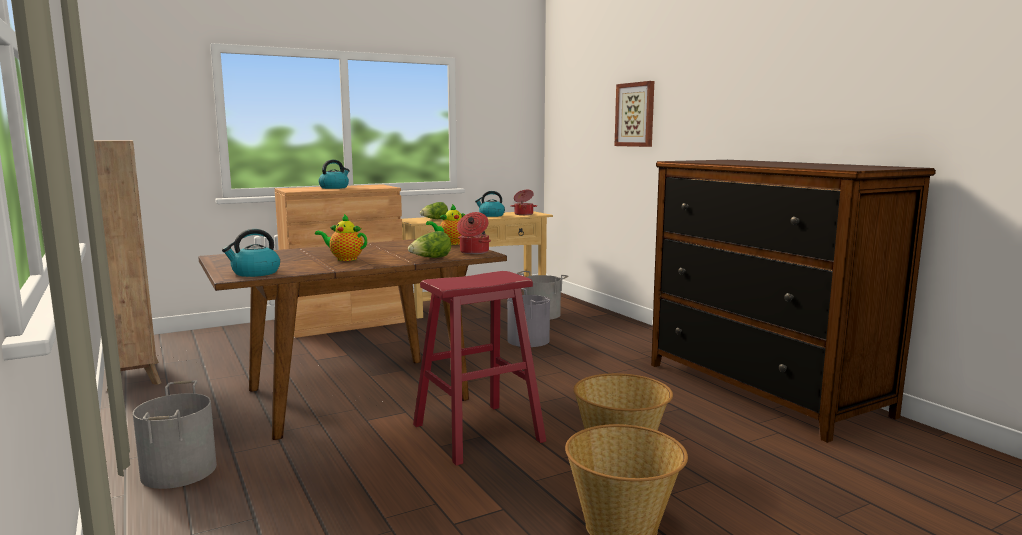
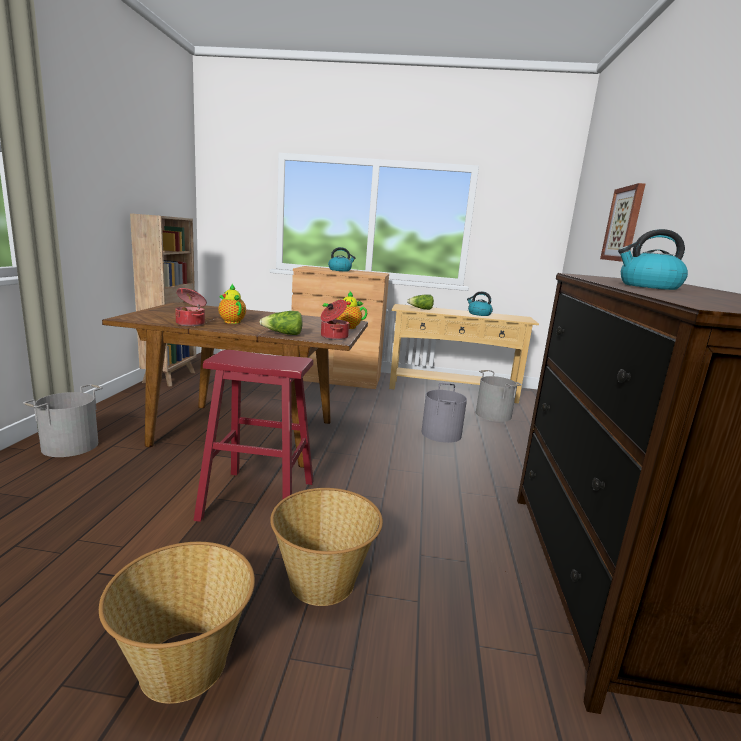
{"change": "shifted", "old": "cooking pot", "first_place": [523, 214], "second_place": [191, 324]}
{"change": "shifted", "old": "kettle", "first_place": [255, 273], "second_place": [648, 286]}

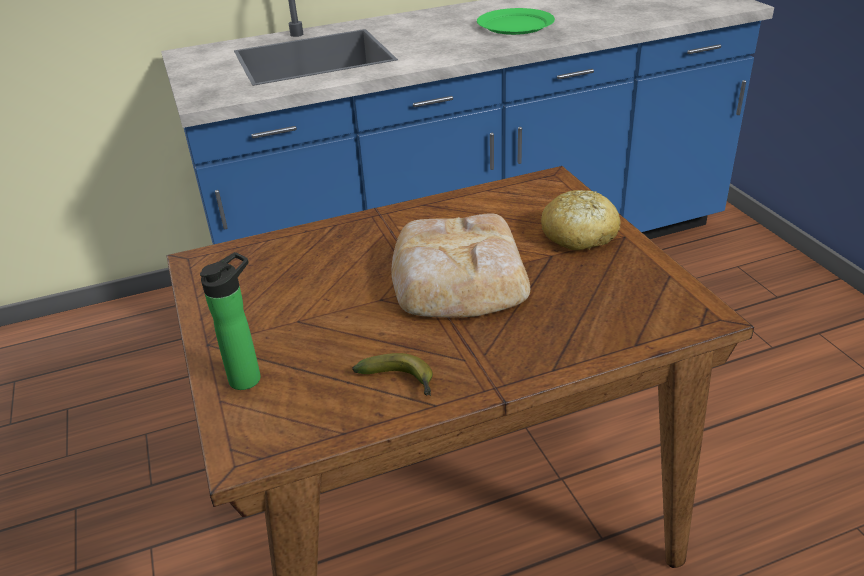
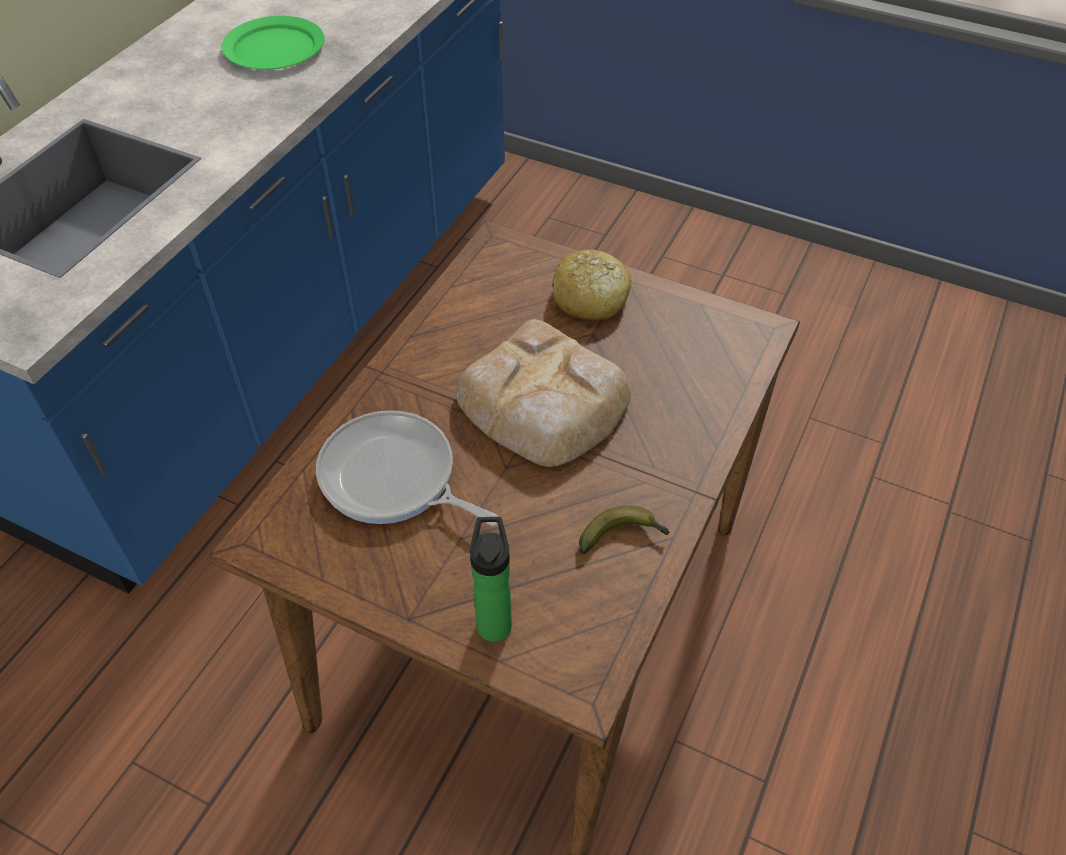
{"change": "new", "new": "frying pan", "second_place": [393, 479]}

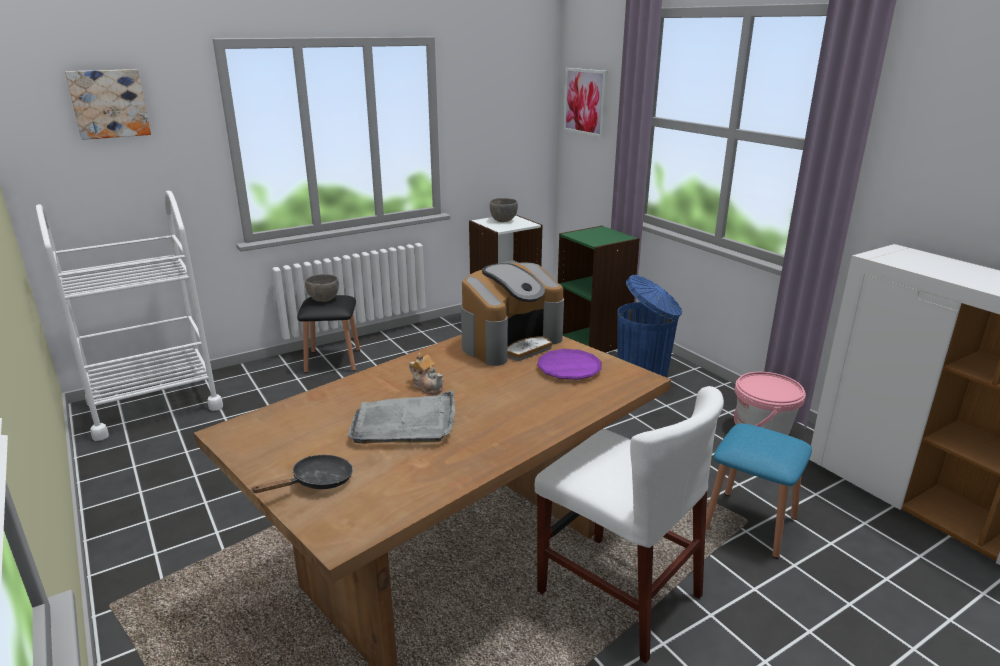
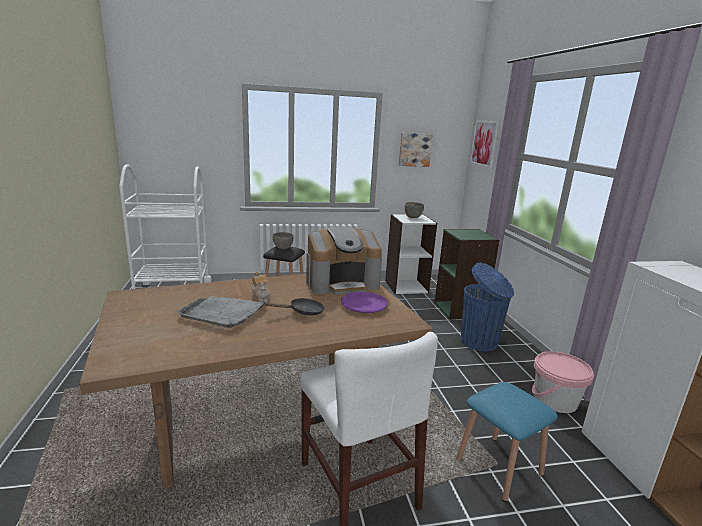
{"change": "shifted", "old": "picture", "first_place": [109, 103], "second_place": [414, 149]}
{"change": "shifted", "old": "frying pan in black", "first_place": [317, 482], "second_place": [303, 312]}

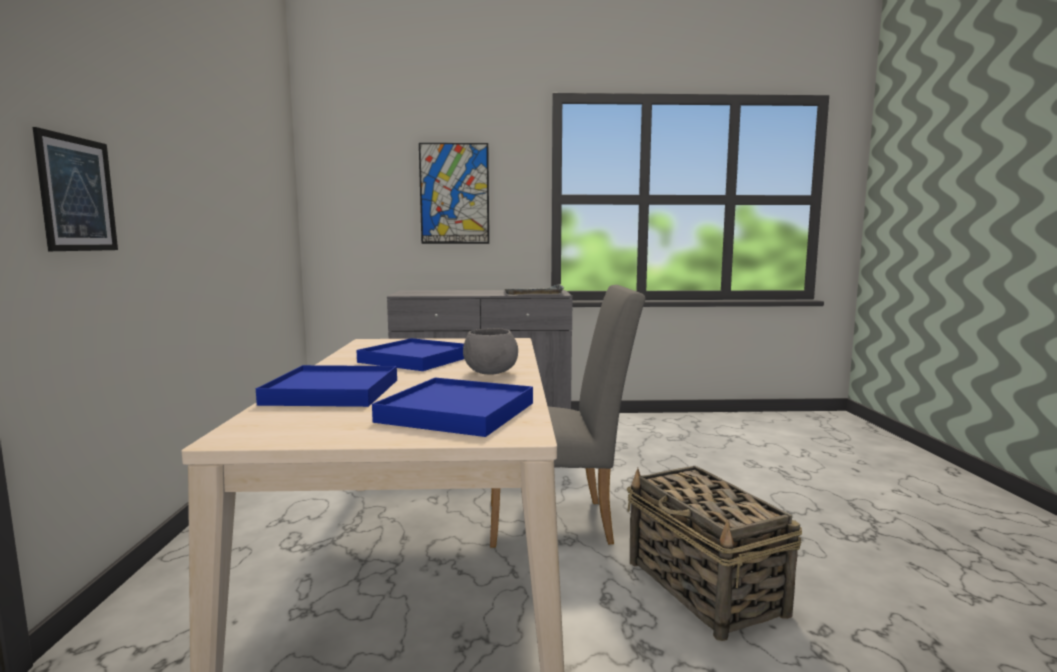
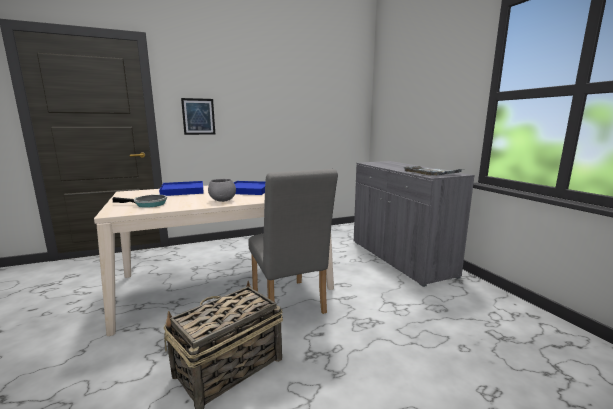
{"change": "gone", "old": "picture", "first_place": [454, 194]}
{"change": "swapped", "old": "tray in blue", "new": "frying pan", "first_place": [457, 412], "second_place": [148, 204]}

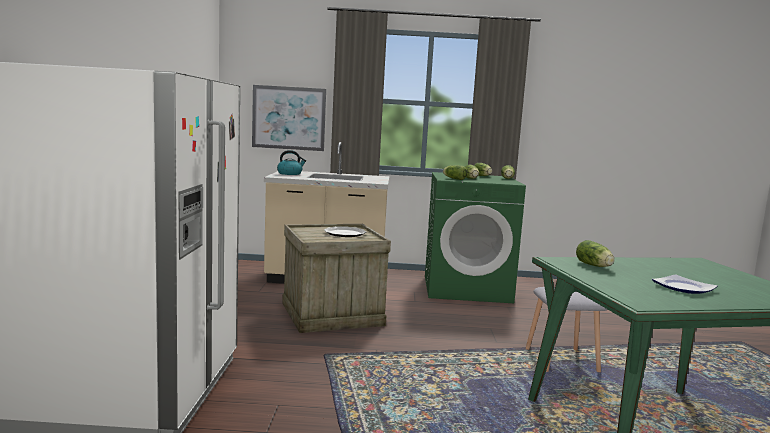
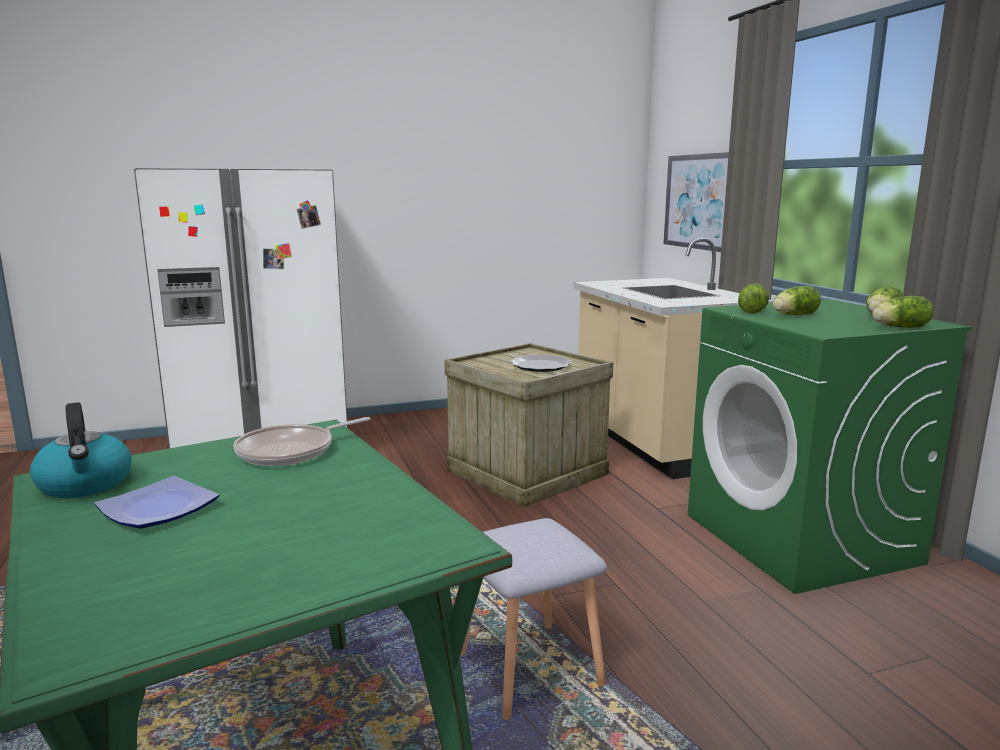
{"change": "shifted", "old": "kettle", "first_place": [290, 174], "second_place": [86, 485]}
{"change": "swapped", "old": "lettuce", "new": "frying pan", "first_place": [594, 266], "second_place": [291, 451]}

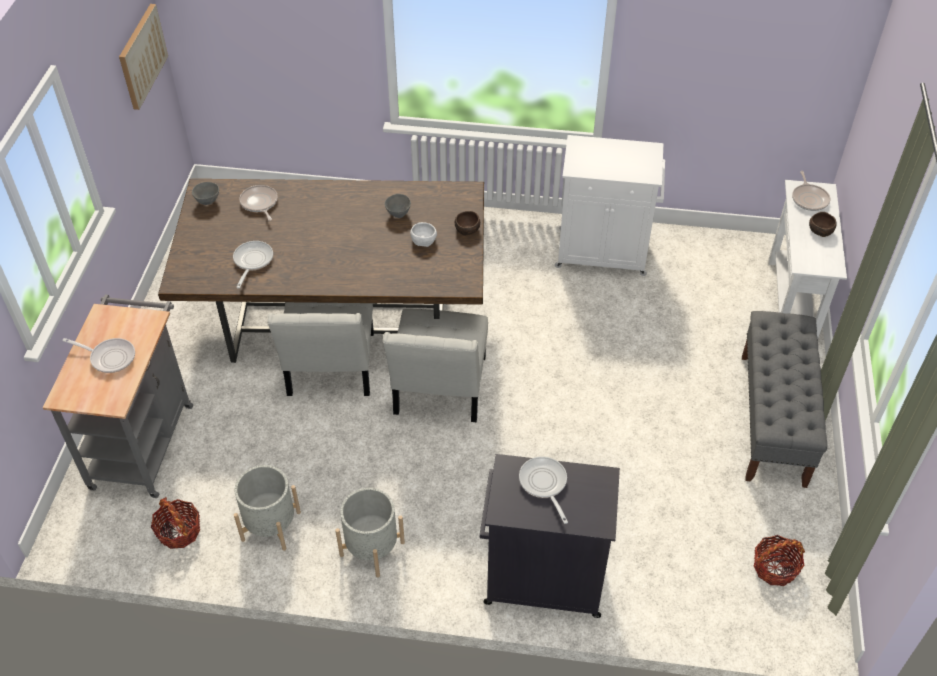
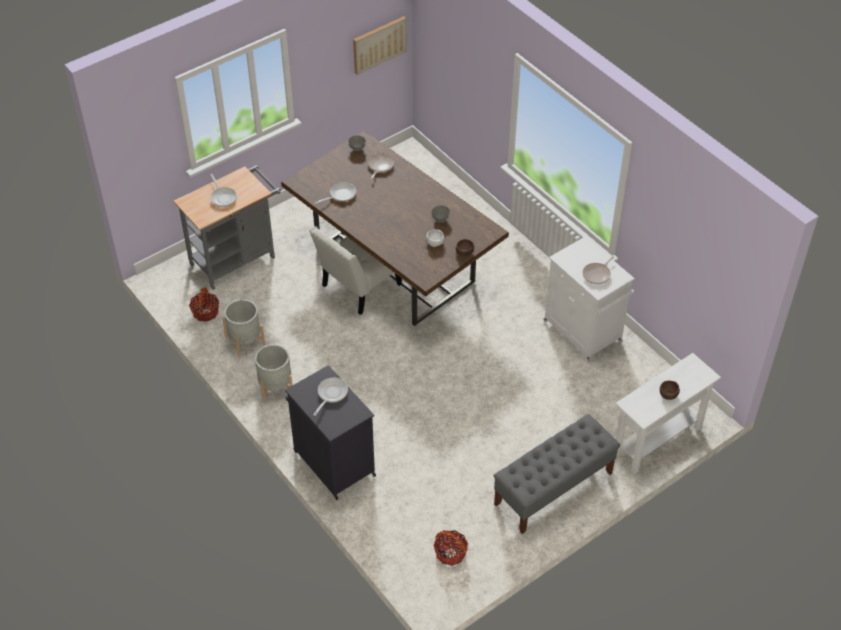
{"change": "shifted", "old": "frying pan", "first_place": [809, 199], "second_place": [597, 274]}
{"change": "gone", "old": "chair in white", "first_place": [439, 391]}

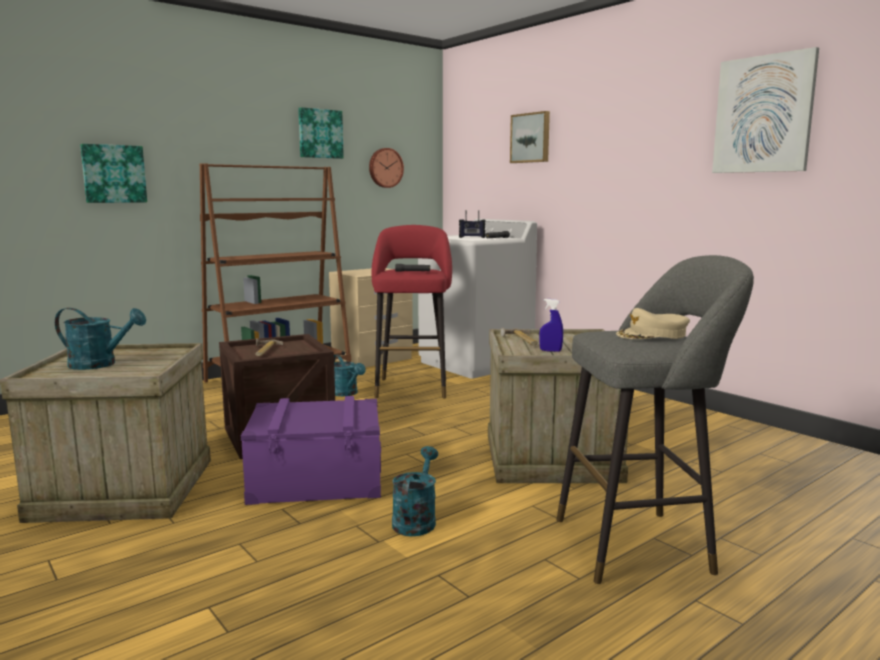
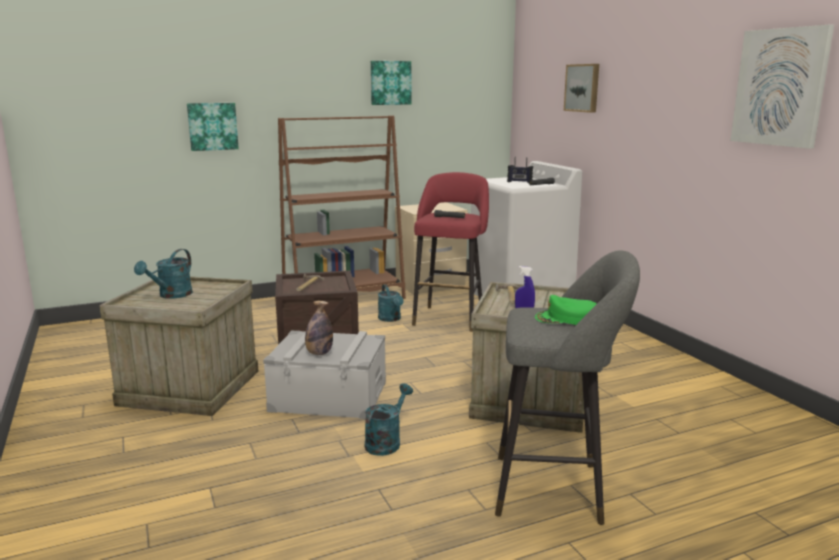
{"change": "gone", "old": "wall clock", "first_place": [385, 168]}
{"change": "rotated", "old": "watering can in turquoise", "first_place": [100, 364], "second_place": [171, 295], "degrees": 90}
{"change": "repainted", "old": "cap in beige", "new": "cap in green", "first_place": [652, 335], "second_place": [566, 318]}
{"change": "repainted", "old": "storage box in purple", "new": "storage box in grey", "first_place": [317, 478], "second_place": [329, 396]}
{"change": "new", "new": "bottle", "second_place": [319, 353]}

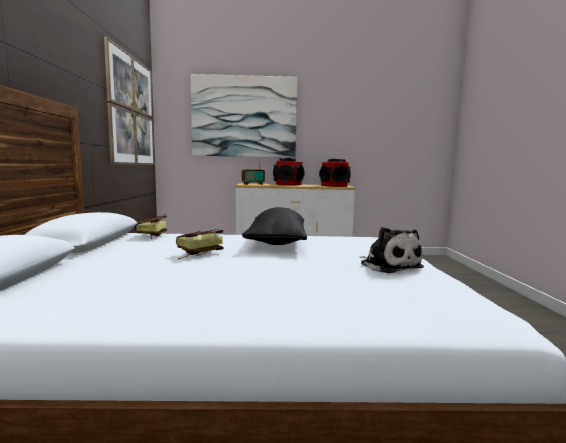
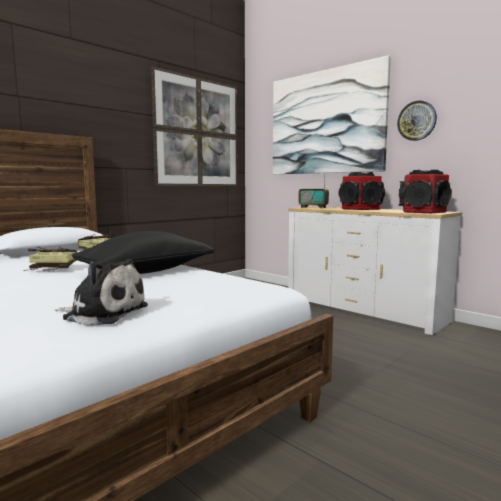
{"change": "rotated", "old": "plush toy", "first_place": [388, 266], "second_place": [103, 313], "degrees": -90}
{"change": "new", "new": "wall clock", "second_place": [417, 121]}

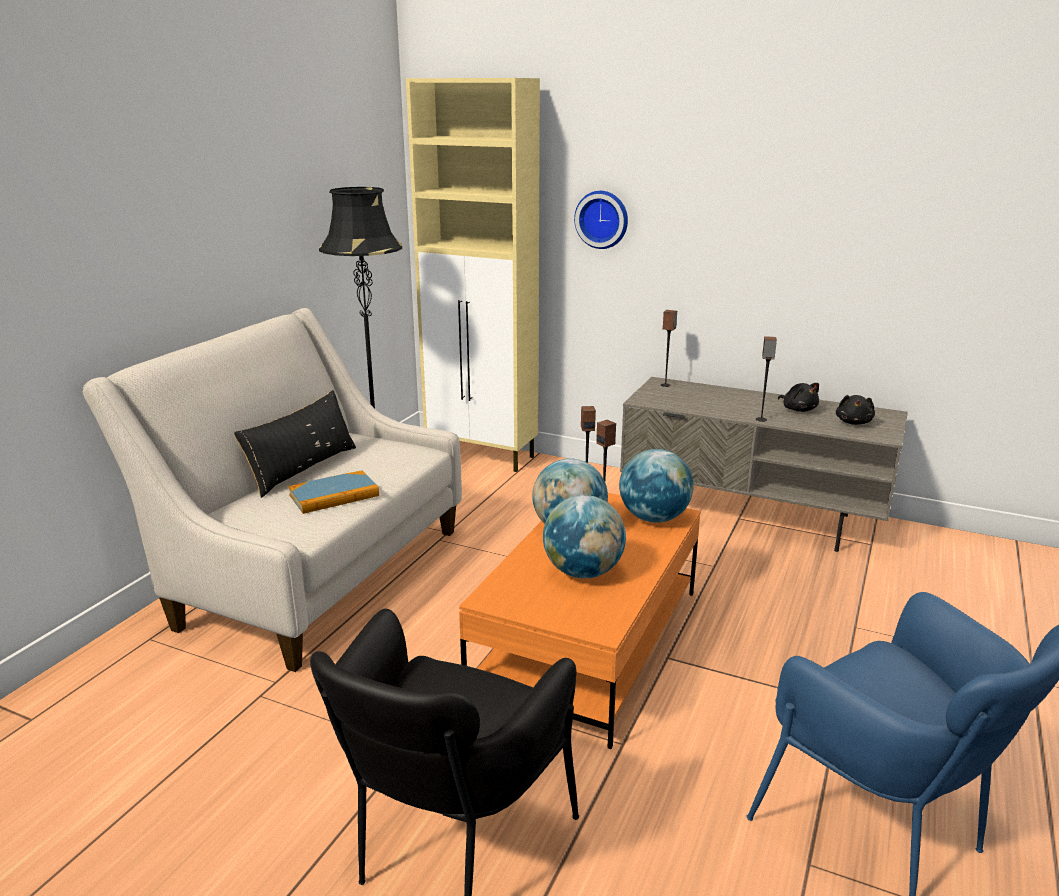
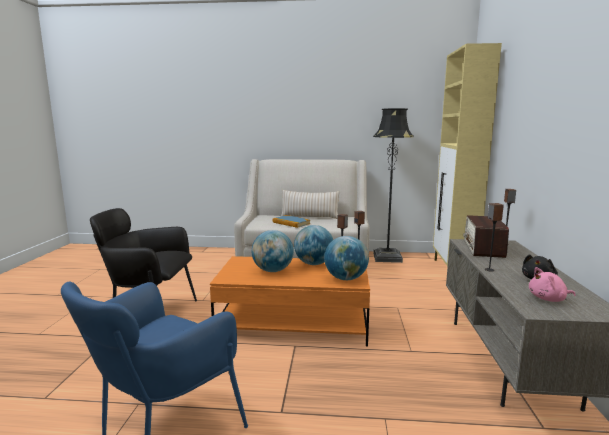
{"change": "gone", "old": "wall clock", "first_place": [602, 219]}
{"change": "repainted", "old": "pillow in black", "new": "pillow in beige", "first_place": [303, 469], "second_place": [310, 217]}
{"change": "repainted", "old": "plush toy in black", "new": "plush toy in pink", "first_place": [853, 422], "second_place": [549, 299]}
{"change": "new", "new": "radio", "second_place": [483, 249]}

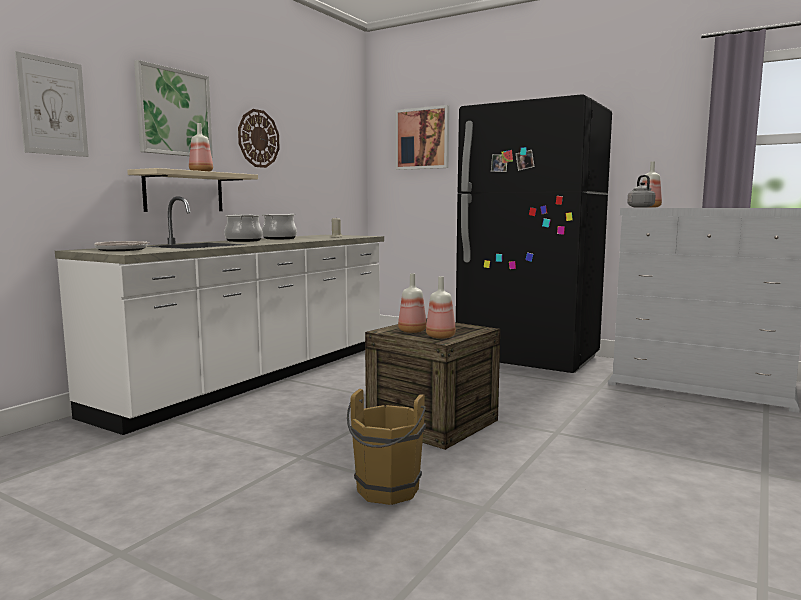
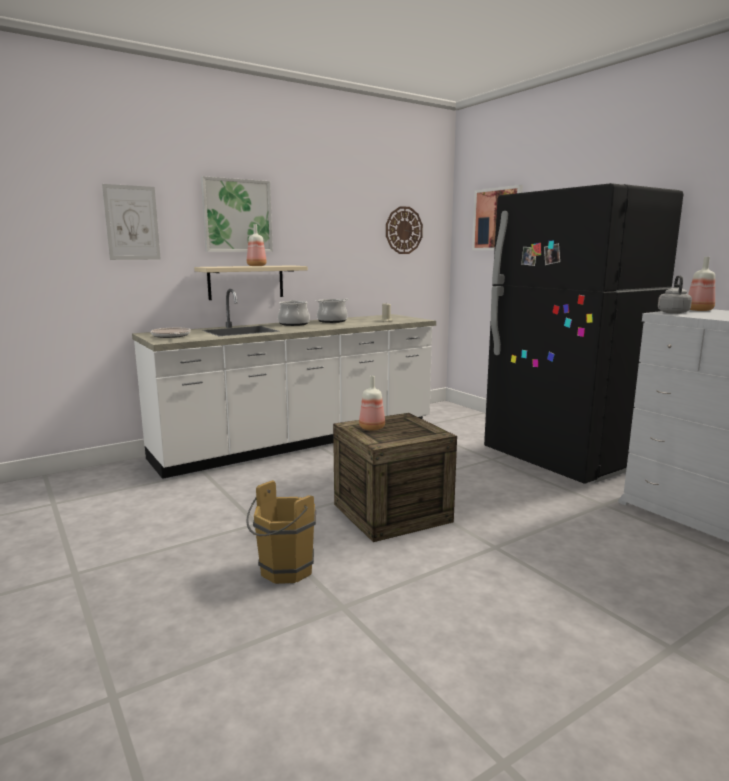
{"change": "shifted", "old": "wall clock", "first_place": [258, 138], "second_place": [403, 230]}
{"change": "gone", "old": "bottle", "first_place": [441, 336]}

